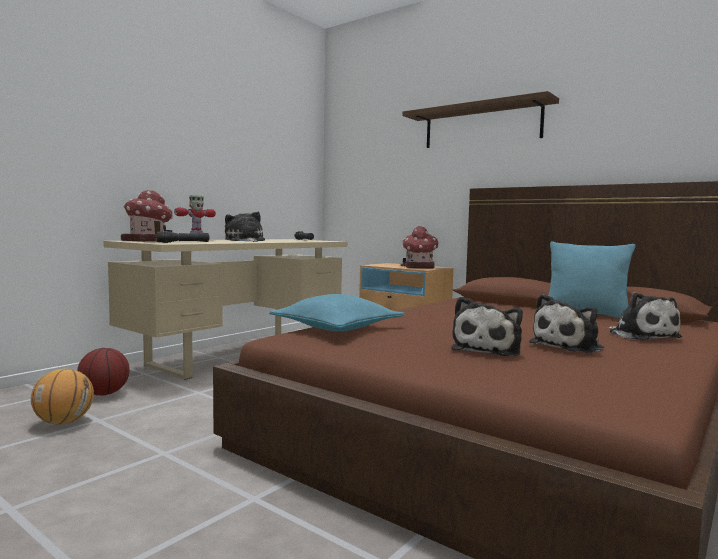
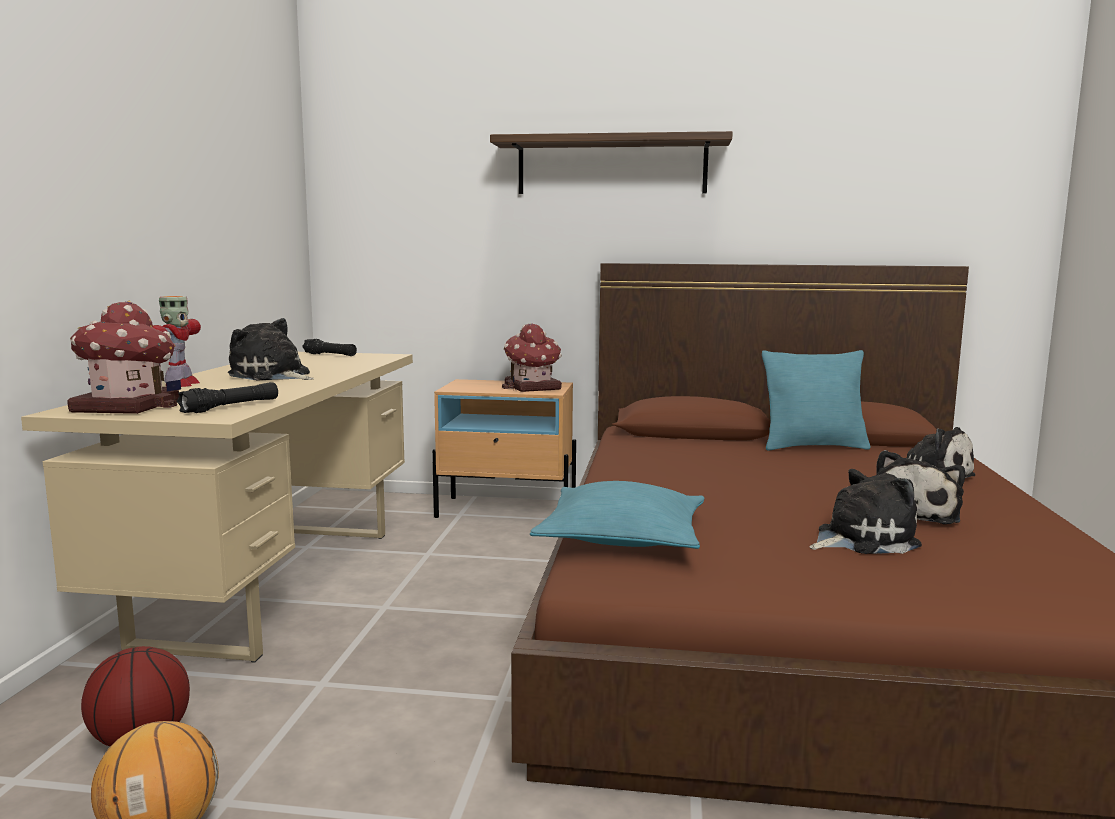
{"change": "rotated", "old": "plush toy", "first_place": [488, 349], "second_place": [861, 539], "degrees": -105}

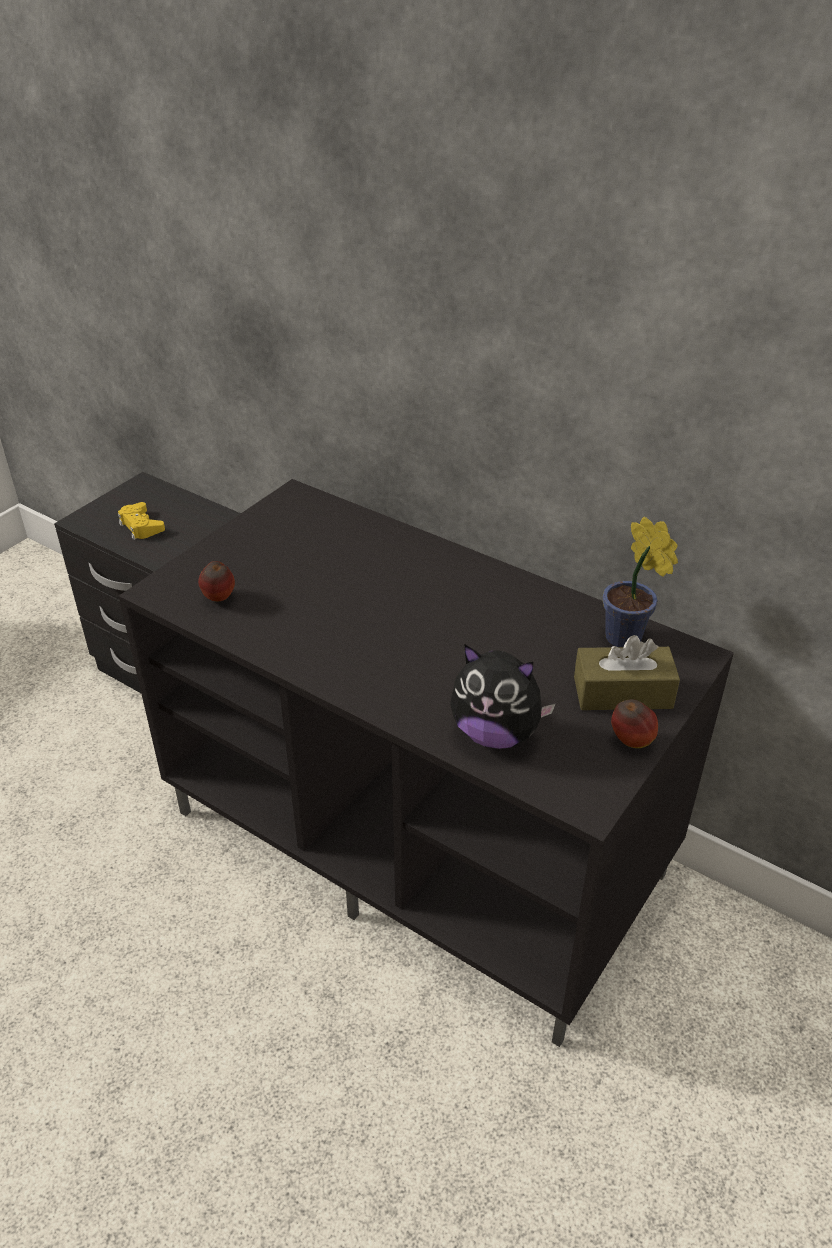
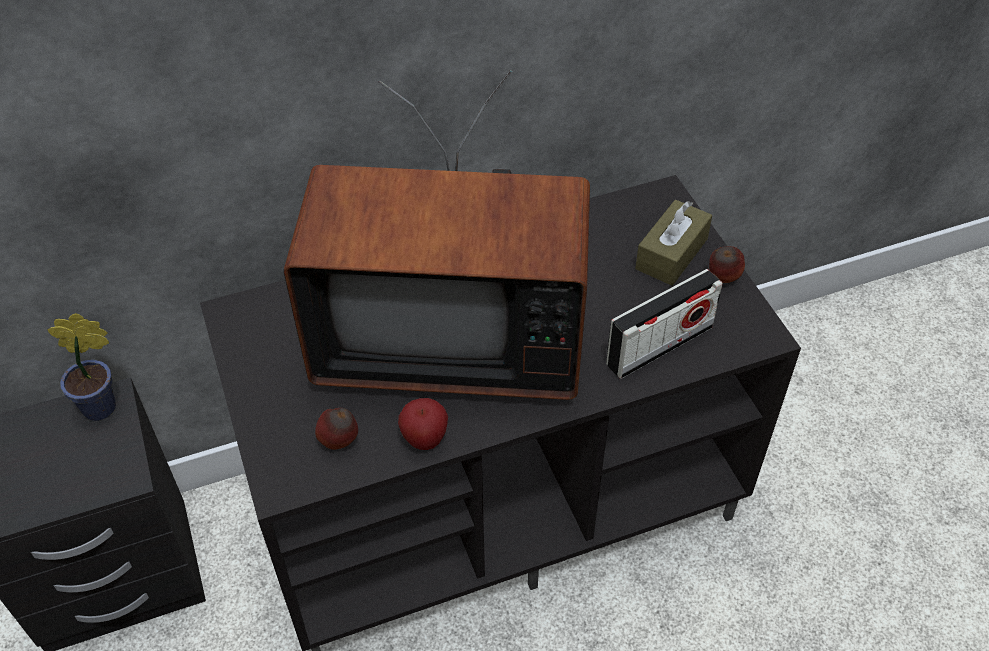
{"change": "gone", "old": "game controller in yellow", "first_place": [141, 526]}
{"change": "shifted", "old": "potted plant", "first_place": [627, 640], "second_place": [104, 407]}
{"change": "swapped", "old": "plush toy", "new": "radio", "first_place": [495, 733], "second_place": [659, 345]}
{"change": "new", "new": "television", "second_place": [448, 335]}
{"change": "new", "new": "apple", "second_place": [425, 440]}

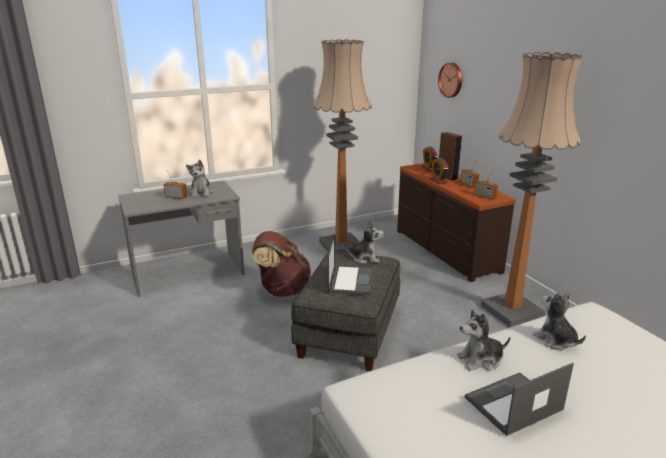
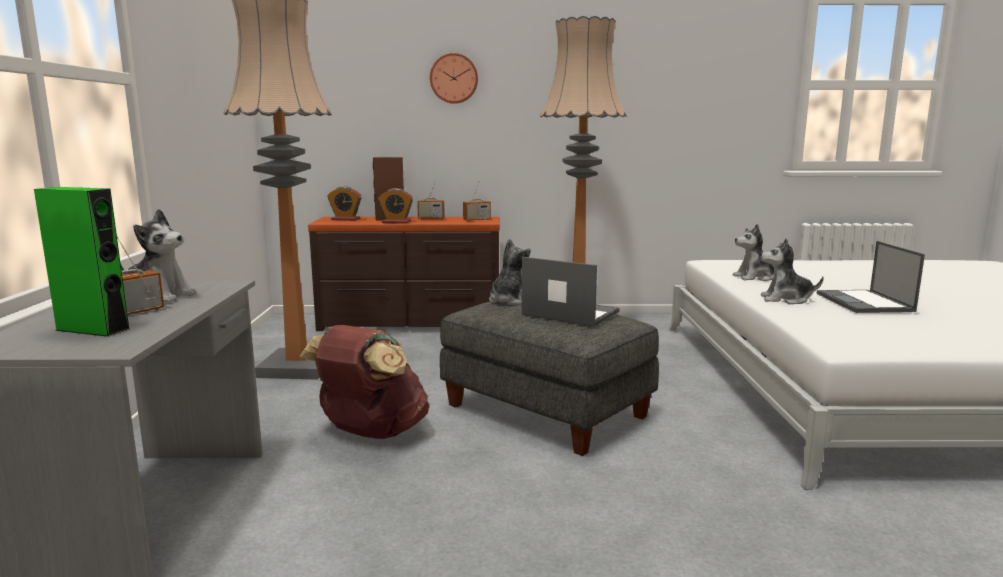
{"change": "shifted", "old": "wall clock", "first_place": [451, 80], "second_place": [454, 78]}
{"change": "rotated", "old": "plush toy", "first_place": [481, 360], "second_place": [786, 299], "degrees": 90}
{"change": "new", "new": "speaker in green", "second_place": [93, 329]}

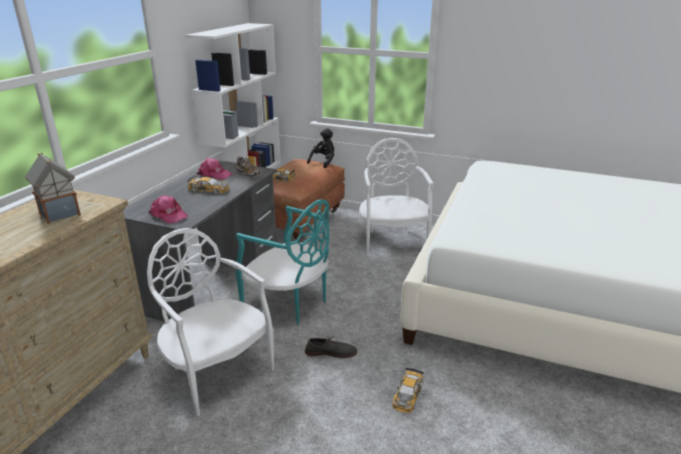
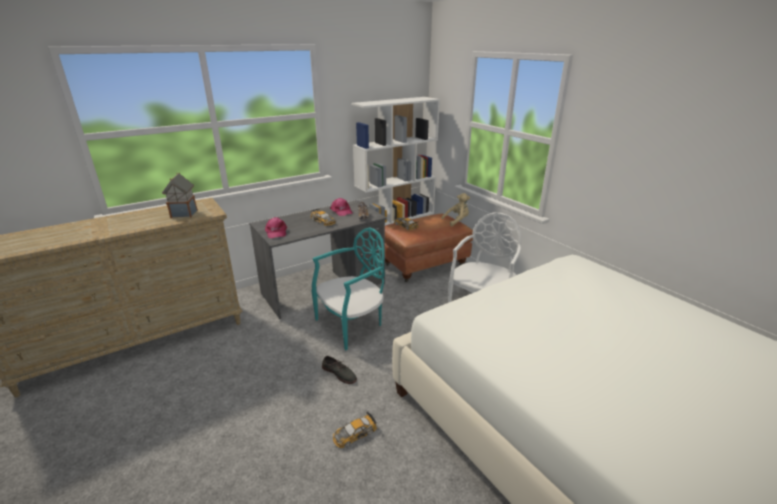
{"change": "repainted", "old": "plush toy in black", "new": "plush toy in beige", "first_place": [323, 162], "second_place": [457, 221]}
{"change": "rotated", "old": "chair in turquoise", "first_place": [289, 303], "second_place": [352, 325], "degrees": -105}
{"change": "gone", "old": "chair in white", "first_place": [216, 372]}

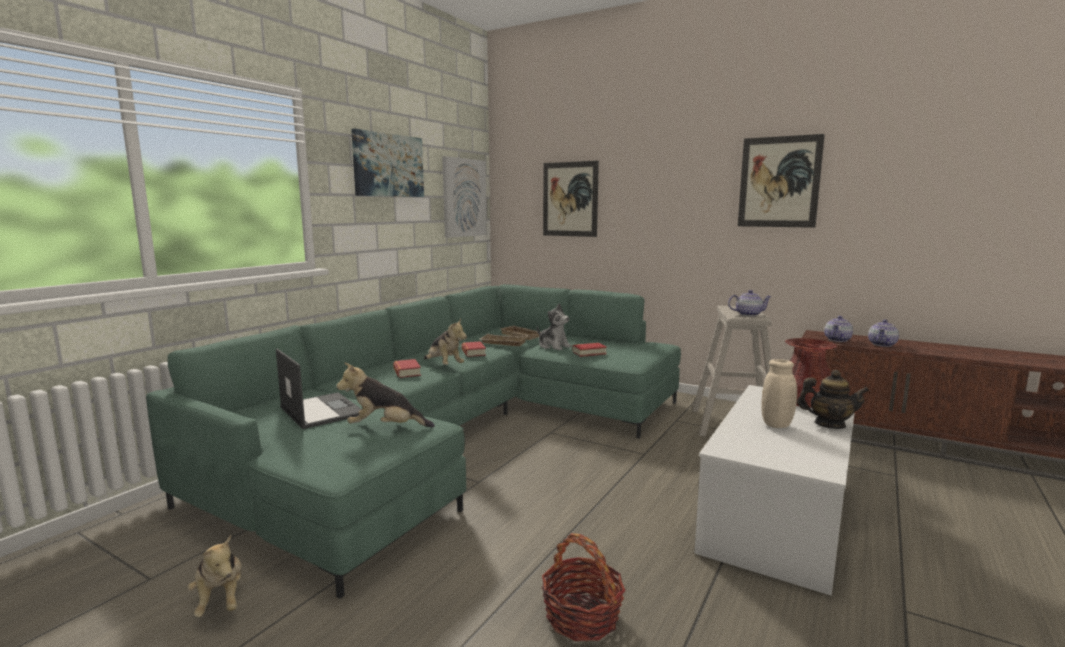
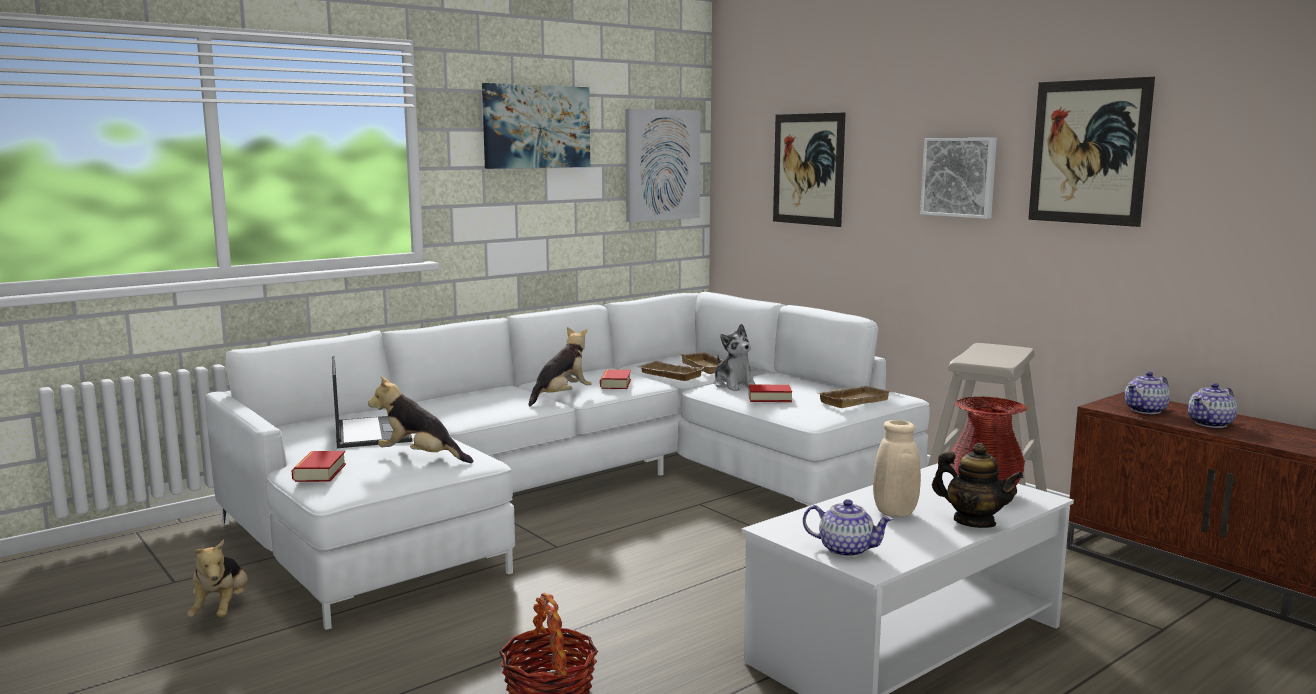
{"change": "repainted", "old": "sofa in green", "new": "sofa in white", "first_place": [461, 433], "second_place": [584, 490]}
{"change": "shifted", "old": "teapot", "first_place": [748, 314], "second_place": [845, 549]}
{"change": "rotated", "old": "plush toy", "first_place": [444, 365], "second_place": [561, 397], "degrees": -120}
{"change": "shifted", "old": "book", "first_place": [407, 372], "second_place": [319, 472]}
{"change": "new", "new": "picture", "second_place": [959, 177]}
{"change": "new", "new": "tray in beige", "second_place": [852, 400]}

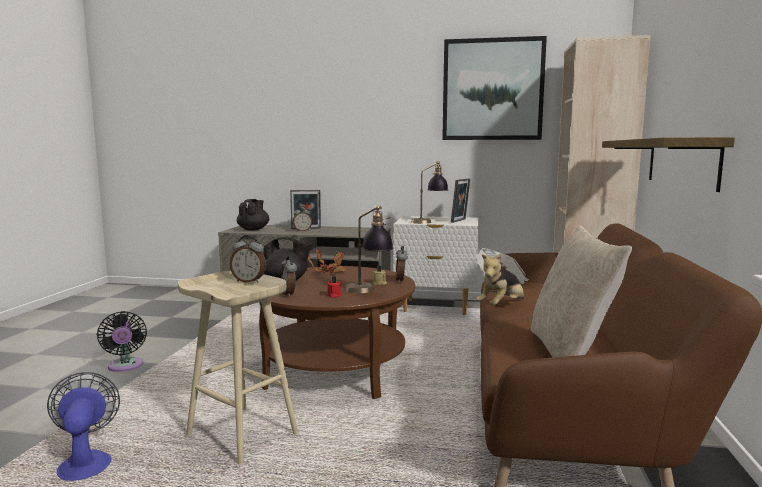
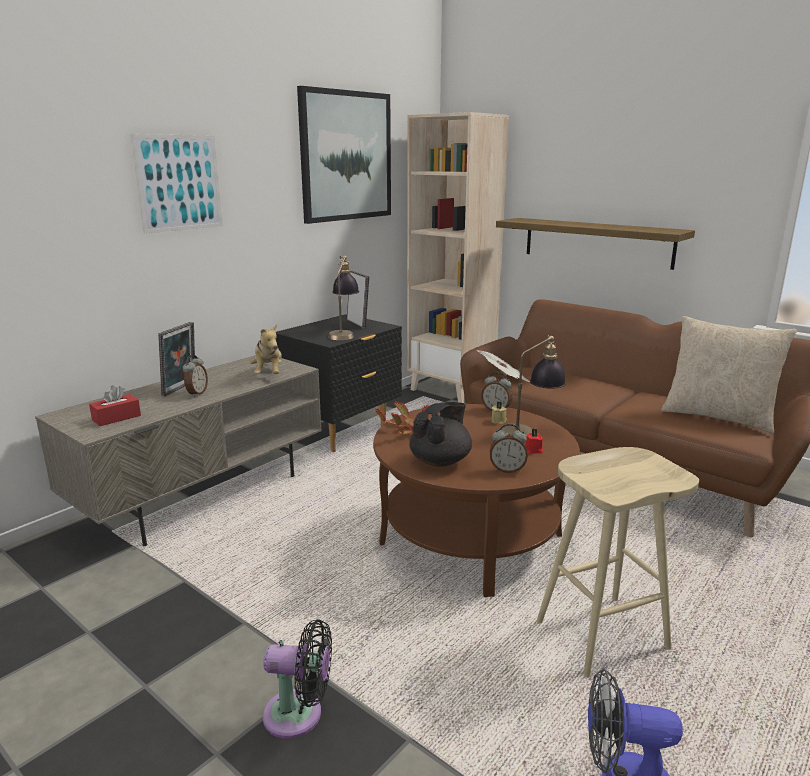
{"change": "swapped", "old": "teapot in black", "new": "tissue box in red", "first_place": [253, 229], "second_place": [116, 418]}
{"change": "repainted", "old": "nightstand in white", "new": "nightstand in black", "first_place": [436, 307], "second_place": [342, 433]}
{"change": "gone", "old": "alarm clock", "first_place": [249, 281]}
{"change": "shifted", "old": "plush toy", "first_place": [501, 306], "second_place": [268, 373]}
{"change": "new", "new": "picture", "second_place": [179, 183]}

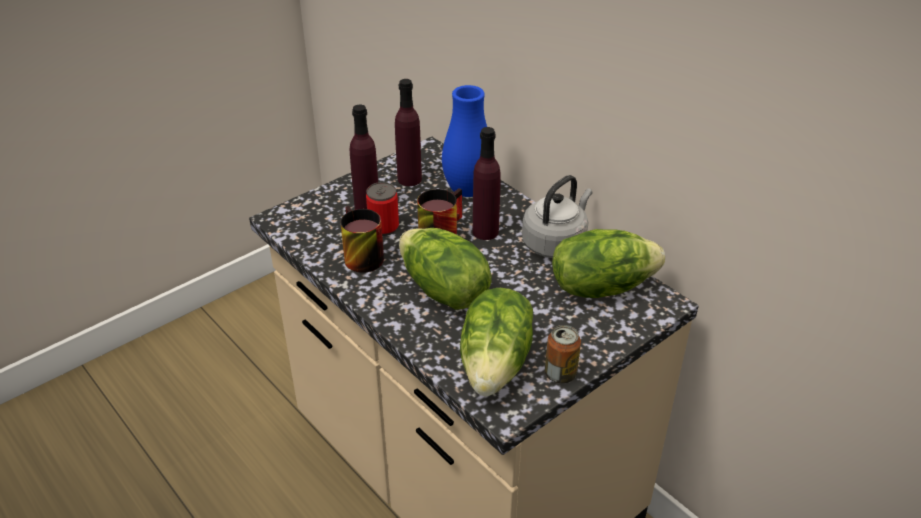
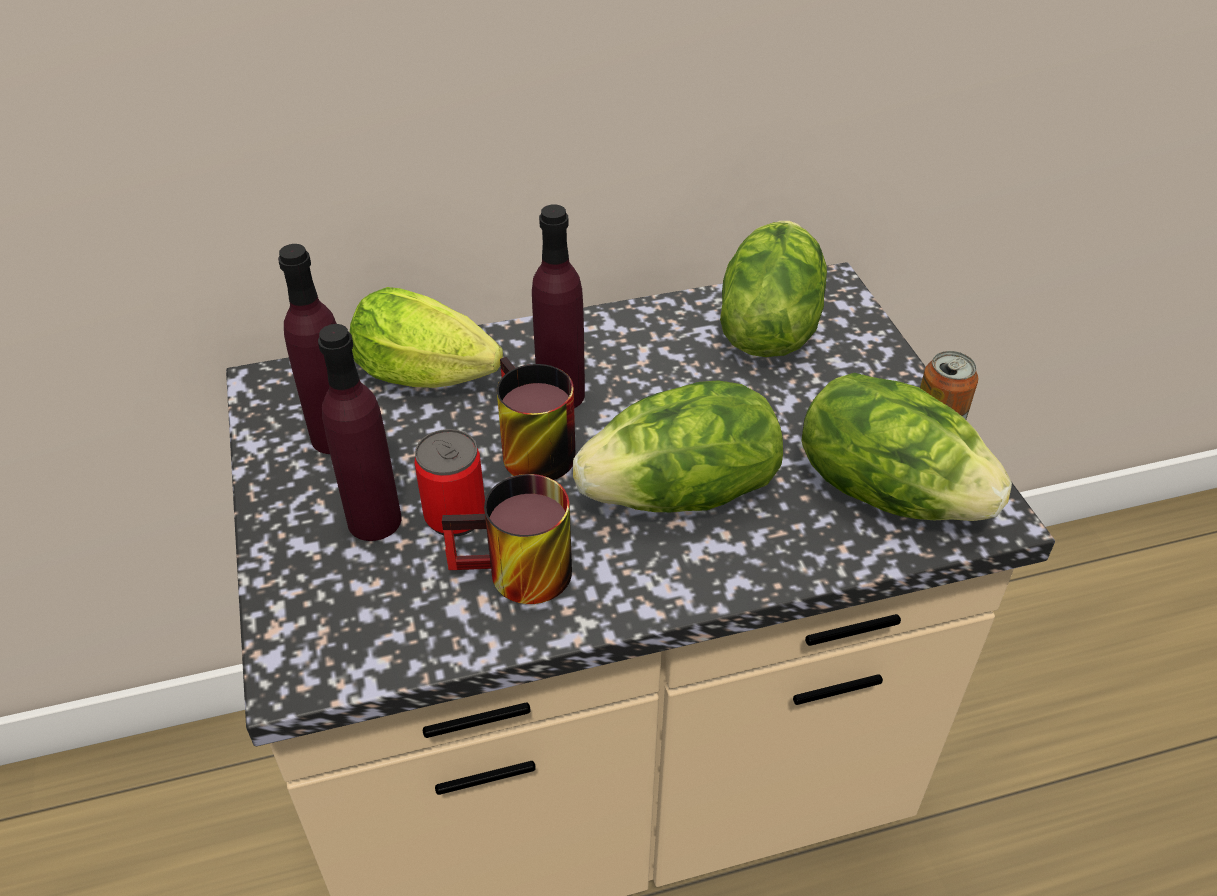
{"change": "swapped", "old": "vase in blue", "new": "lettuce", "first_place": [467, 191], "second_place": [433, 378]}
{"change": "gone", "old": "kettle in grey", "first_place": [556, 243]}

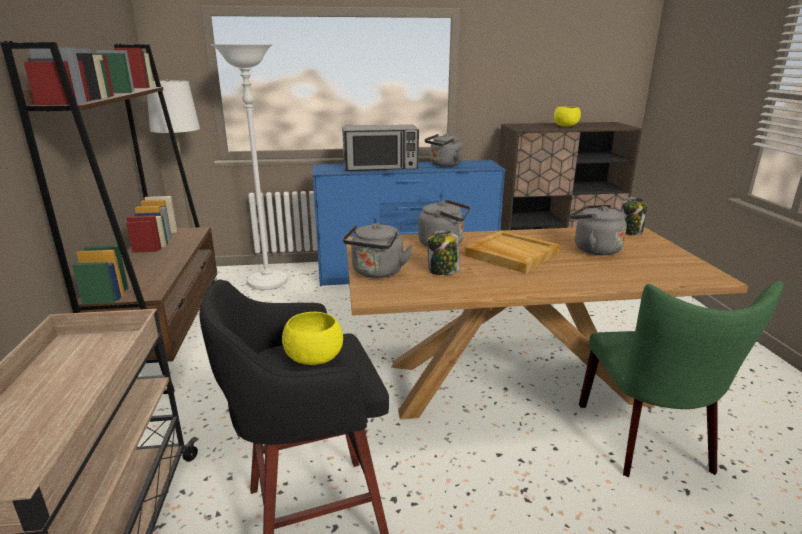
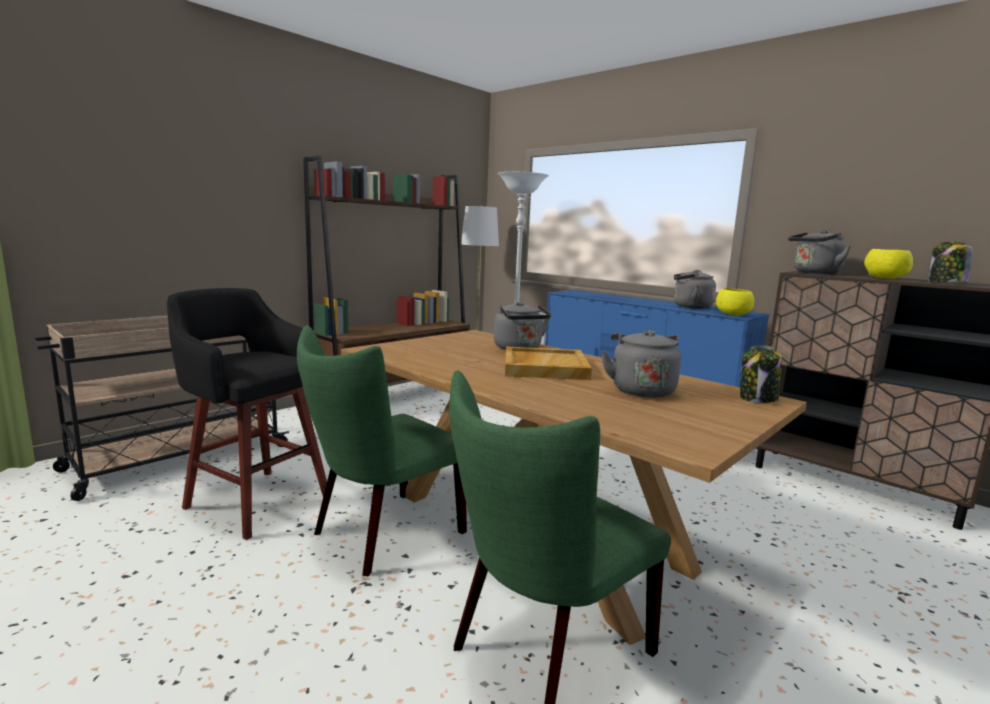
{"change": "gone", "old": "microwave", "first_place": [381, 167]}
{"change": "shifted", "old": "kettle in grey", "first_place": [376, 273], "second_place": [814, 273]}
{"change": "shifted", "old": "jar", "first_place": [443, 271], "second_place": [946, 283]}
{"change": "shifted", "old": "bowl in yellow", "first_place": [315, 358], "second_place": [733, 314]}
{"change": "new", "new": "chair in green", "second_place": [381, 535]}

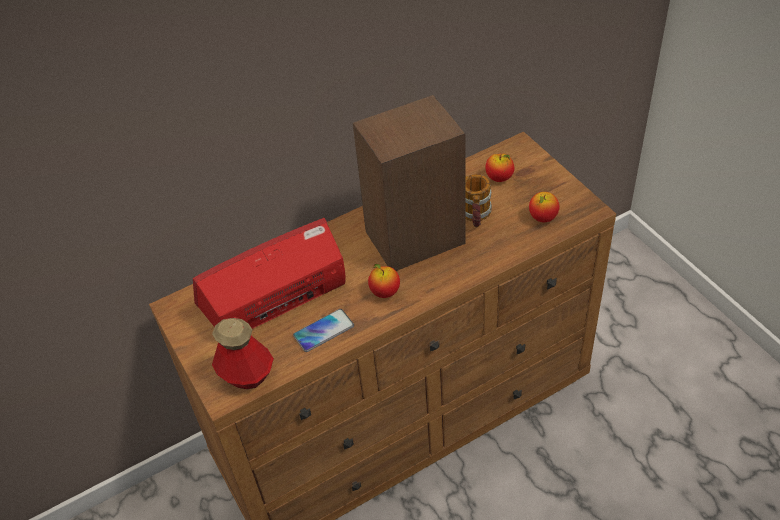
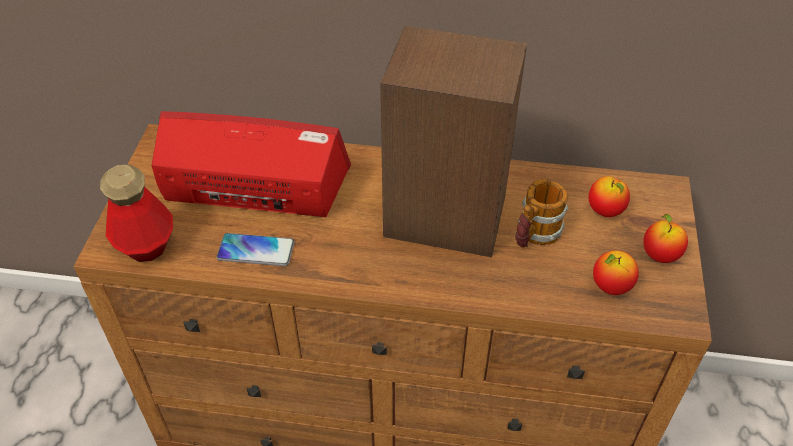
{"change": "shifted", "old": "apple", "first_place": [385, 292], "second_place": [659, 255]}

